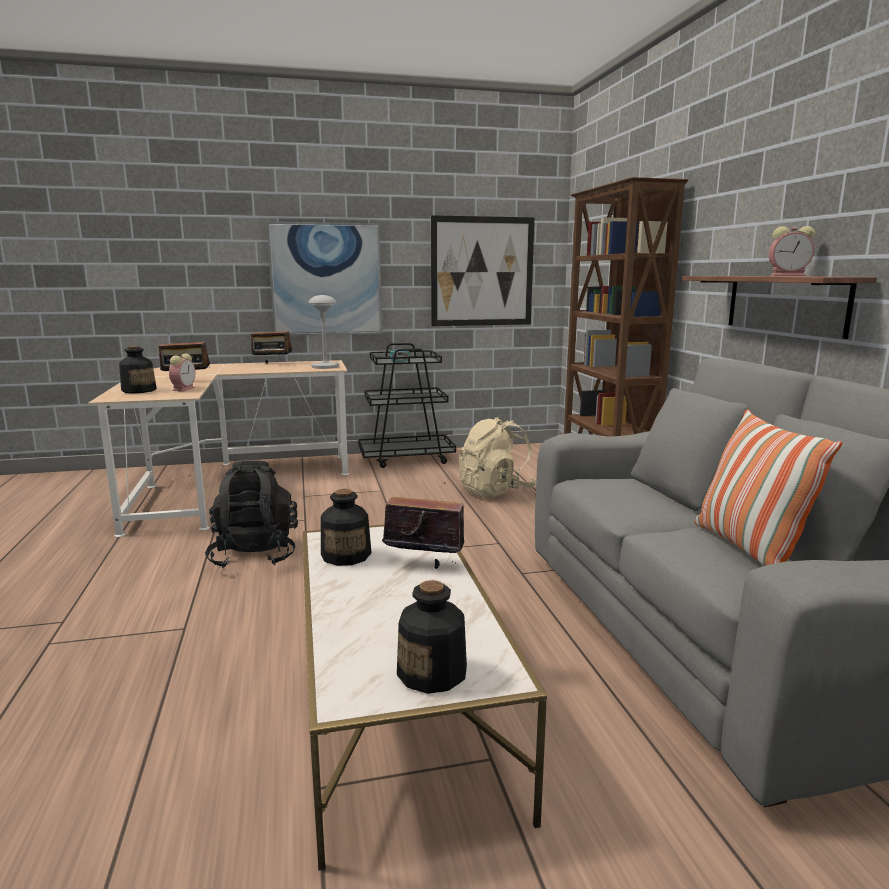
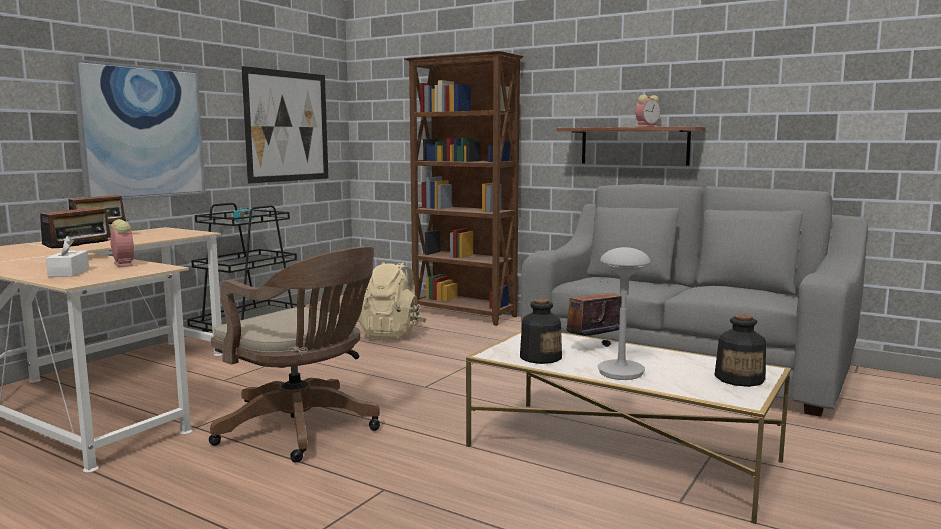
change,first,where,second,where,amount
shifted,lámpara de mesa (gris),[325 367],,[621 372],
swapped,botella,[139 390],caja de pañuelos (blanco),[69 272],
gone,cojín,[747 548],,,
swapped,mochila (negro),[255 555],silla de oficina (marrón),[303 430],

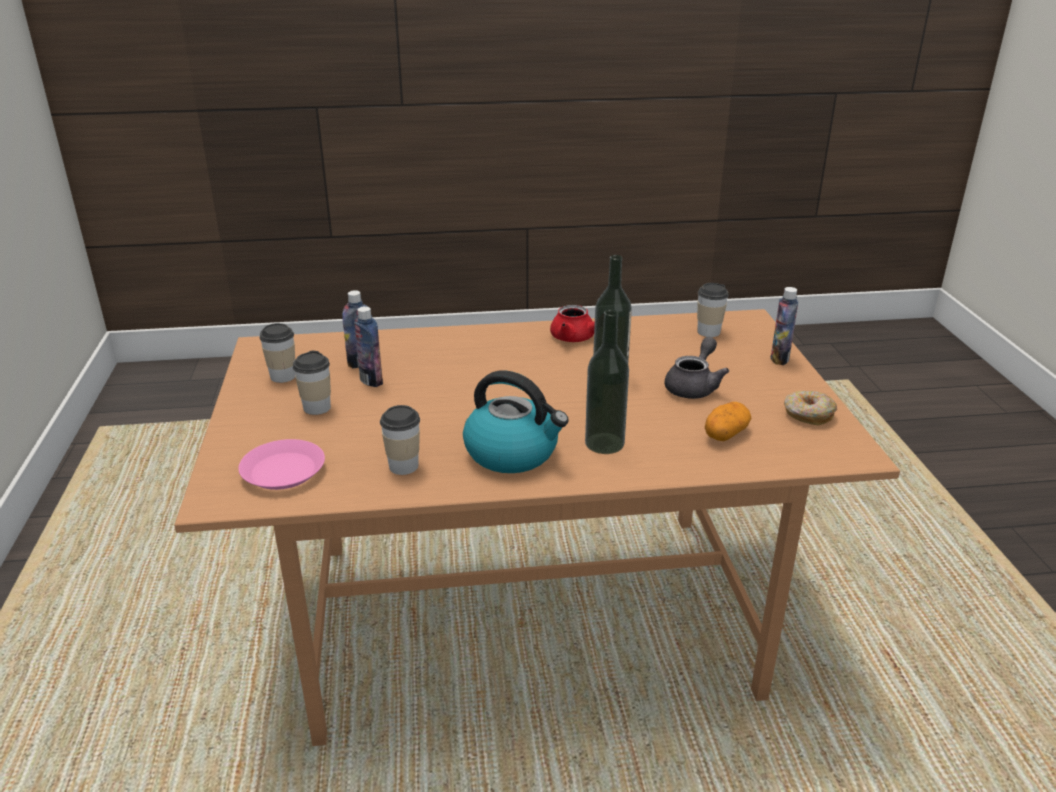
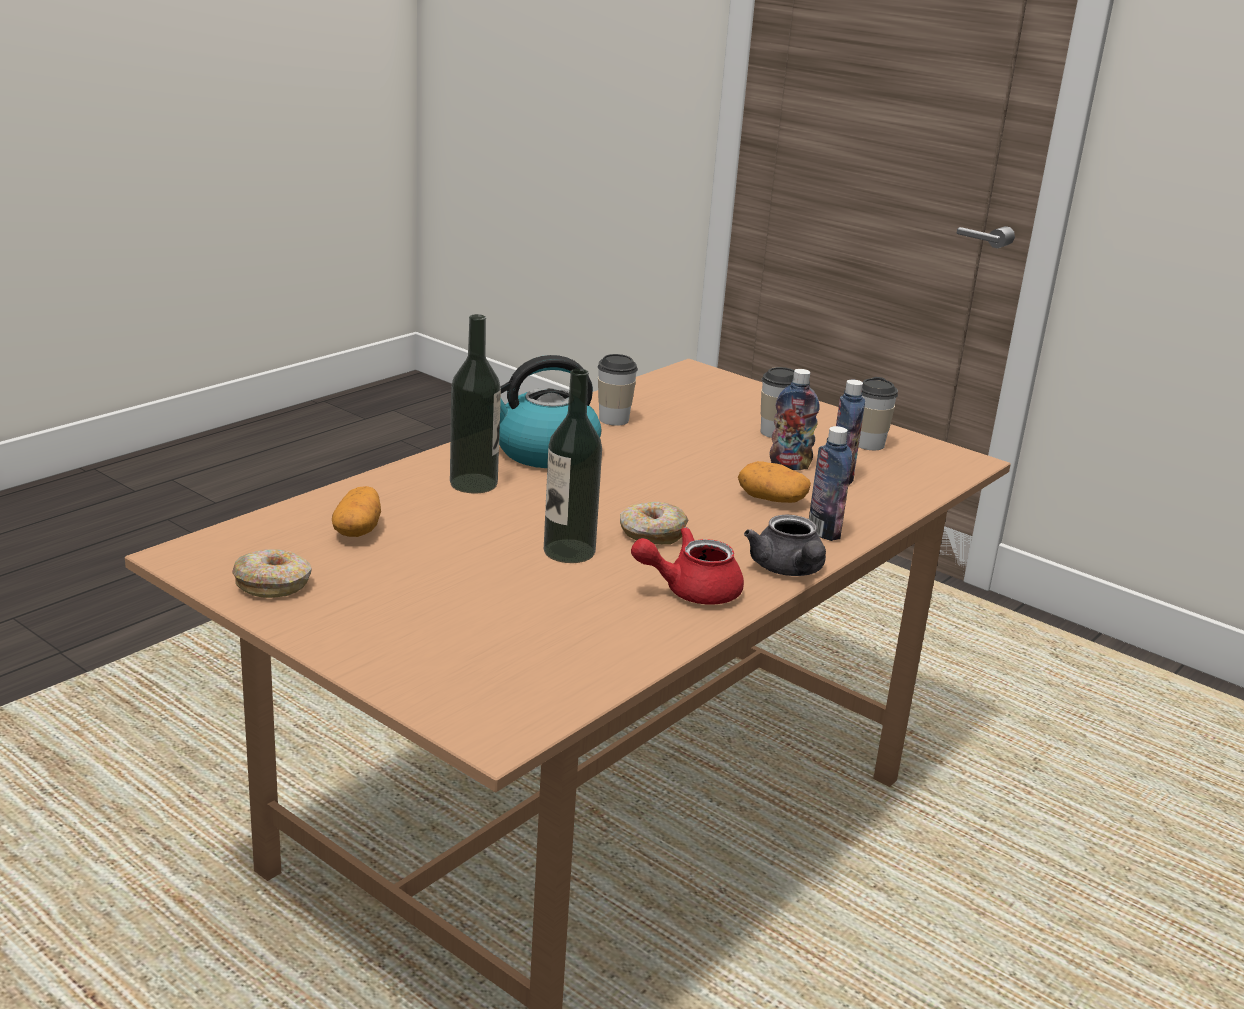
change,first,where,second,where,amount
gone,taza,[708 332],,,
shifted,botella,[779 359],,[823 532],
shifted,tetera (gris),[694 386],,[789 570],
gone,plato (rosa),[283 471],,,
new,,,patata,[771 500],
new,,,rosquilla,[652 534],

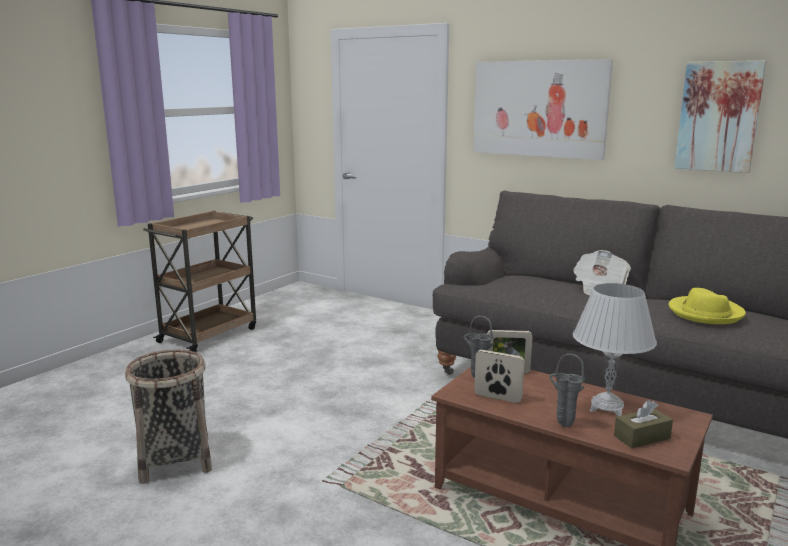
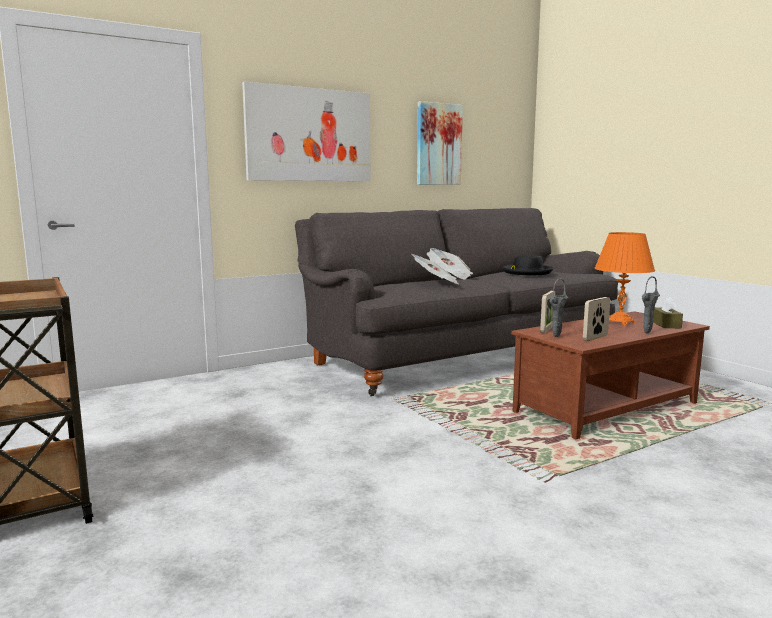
change,first,where,second,where,amount
repainted,lámpara de mesa (blanco),[607 407],lámpara de mesa (naranja),[620 322],
repainted,sombrero (amarillo),[705 313],sombrero (negro),[526 272],
gone,cesta,[175 460],,,
new,,,periódico,[436 283],

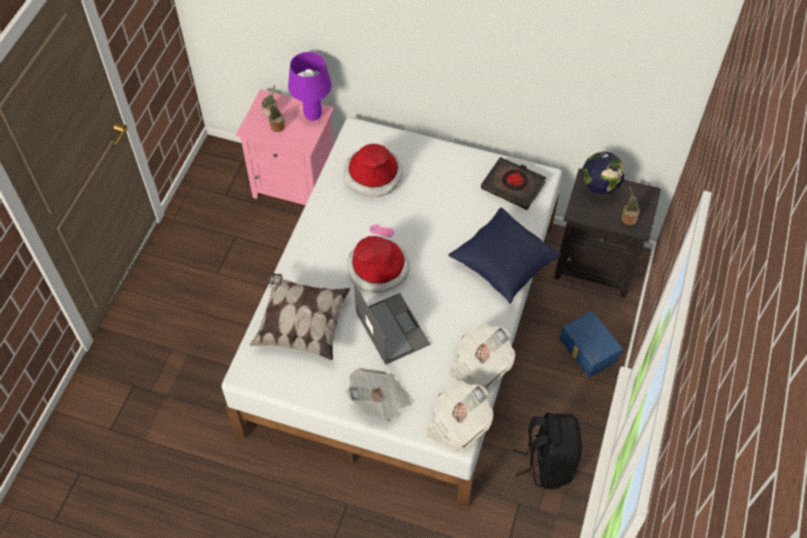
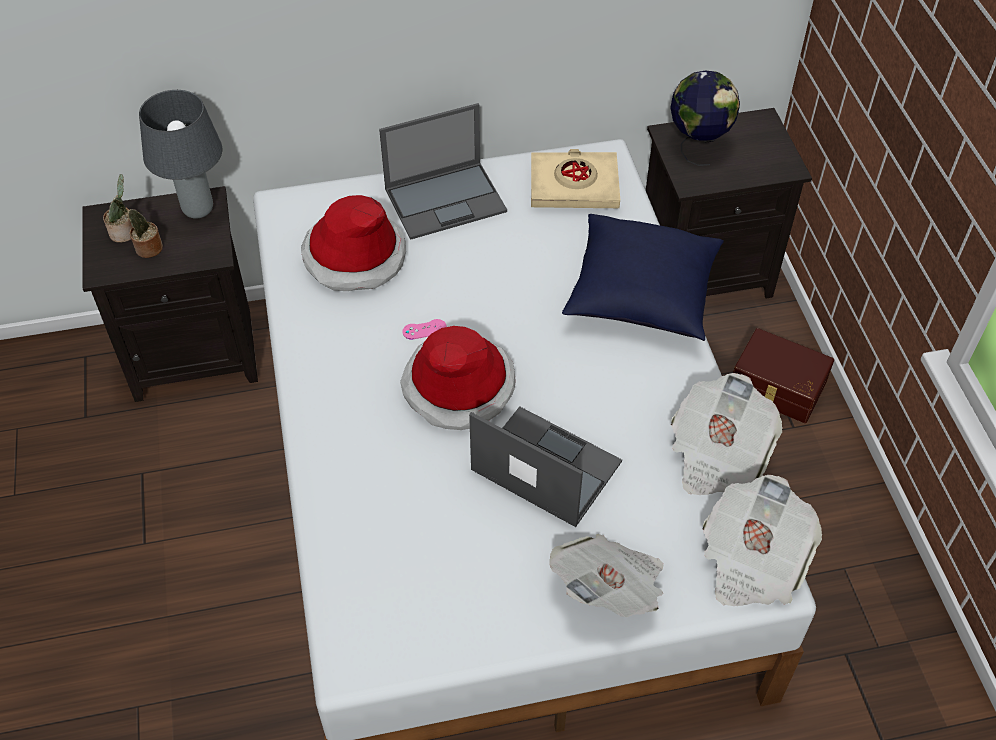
change,first,where,second,where,amount
repainted,lámpara de mesa (morado),[312 115],lámpara de mesa (gris),[197 210],
repainted,mesita de noche (rosa),[296 185],mesita de noche (negro),[196 353],
repainted,libro (negro),[513 186],libro (beis),[574 186],
gone,planta en maceta,[628 217],,,
gone,cojín,[302 325],,,
repainted,caja de almacenaje (azul),[587 350],caja de almacenaje (marrón),[776 388],
gone,mochila (negro),[547 462],,,
new,,,portátil,[446 200],

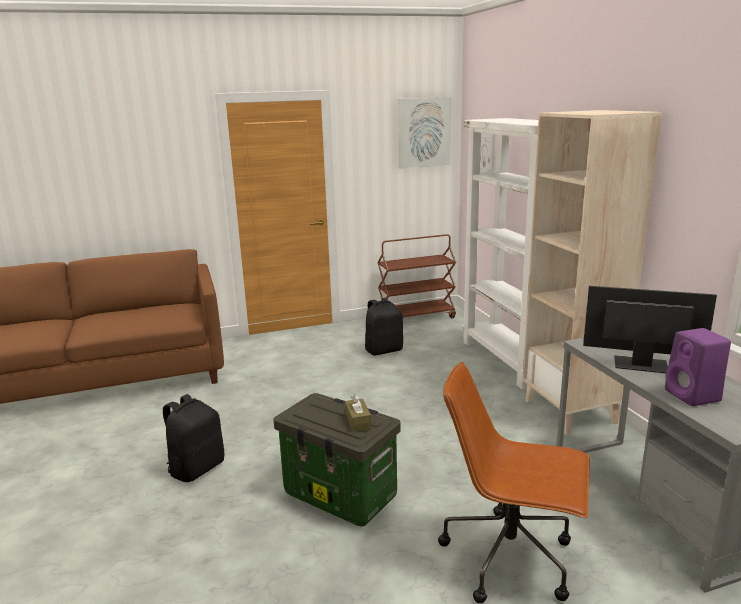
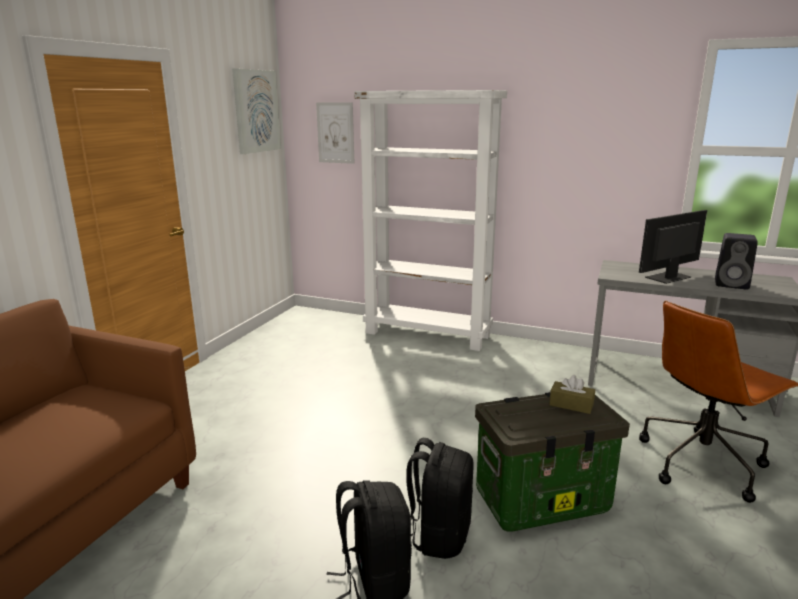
change,first,where,second,where,amount
gone,estantería (beis),[570 411],,,
gone,carrito (marrón),[416 317],,,
shifted,mochila (negro),[384 350],,[439 535],
repainted,altavoz (morado),[694 396],altavoz (negro),[732 284],

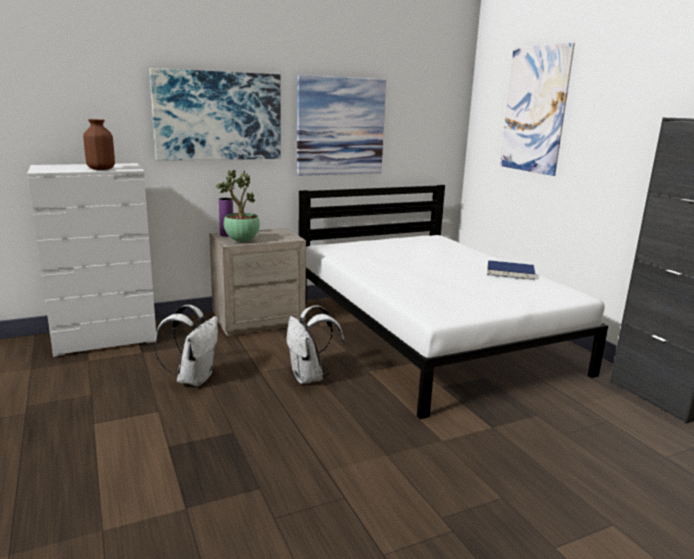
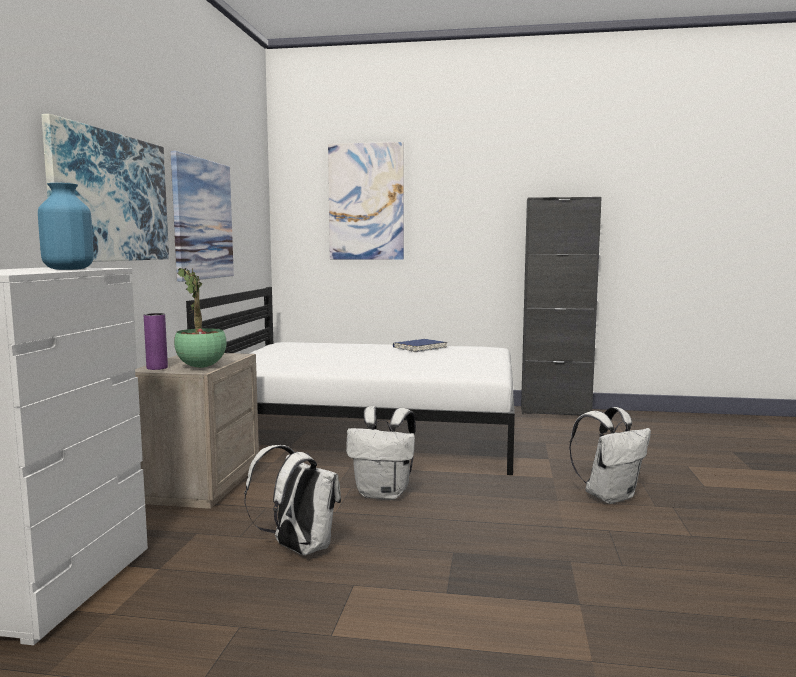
change,first,where,second,where,amount
repainted,florero (marrón),[100 169],florero (azul),[68 269],
new,,,mochila (blanco),[609 496],

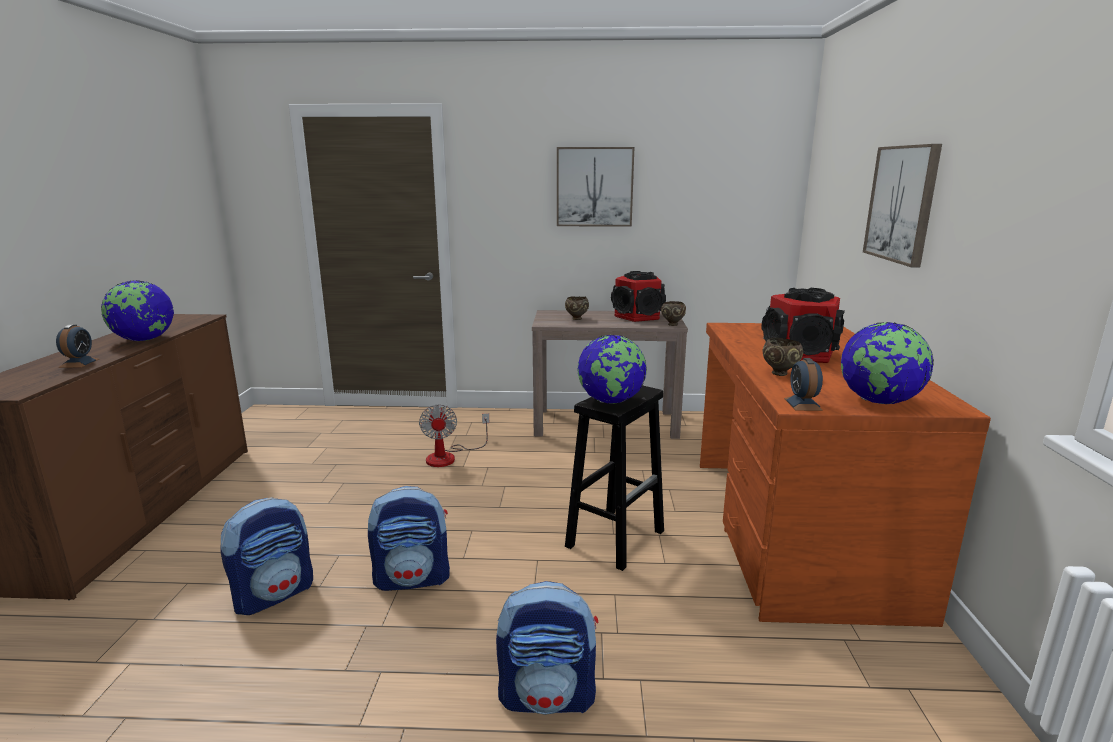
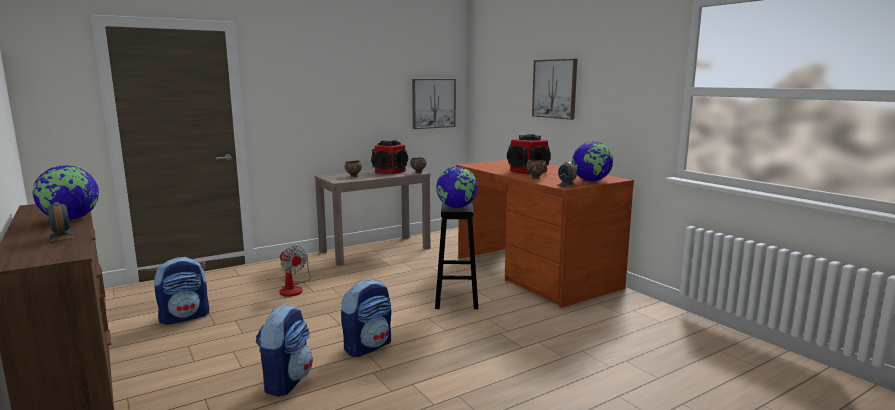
change,first,where,second,where,amount
shifted,cuadro,[594 187],,[433 103],
shifted,mochila,[548 696],,[185 317],

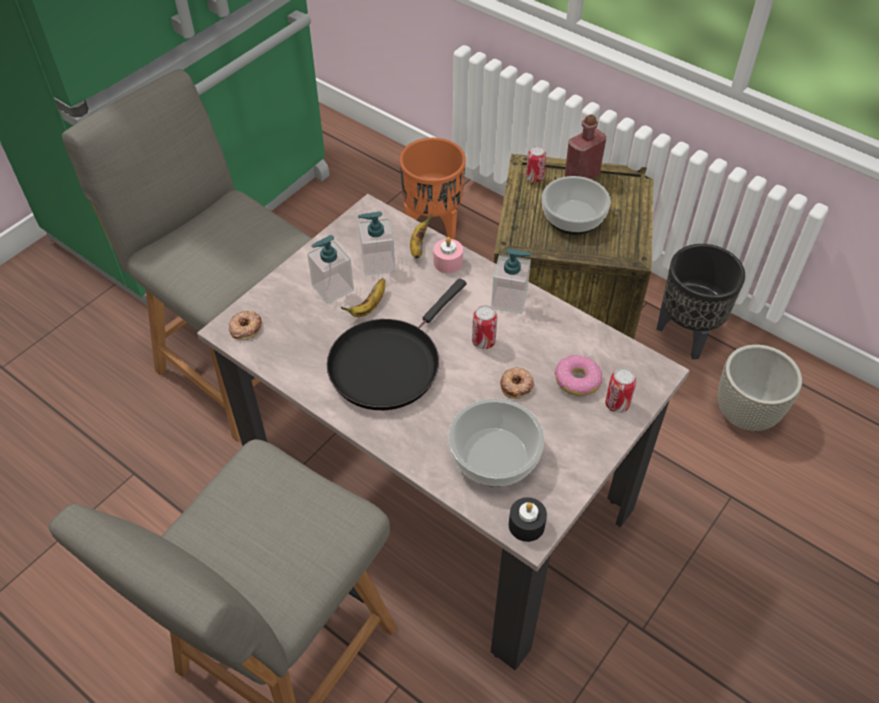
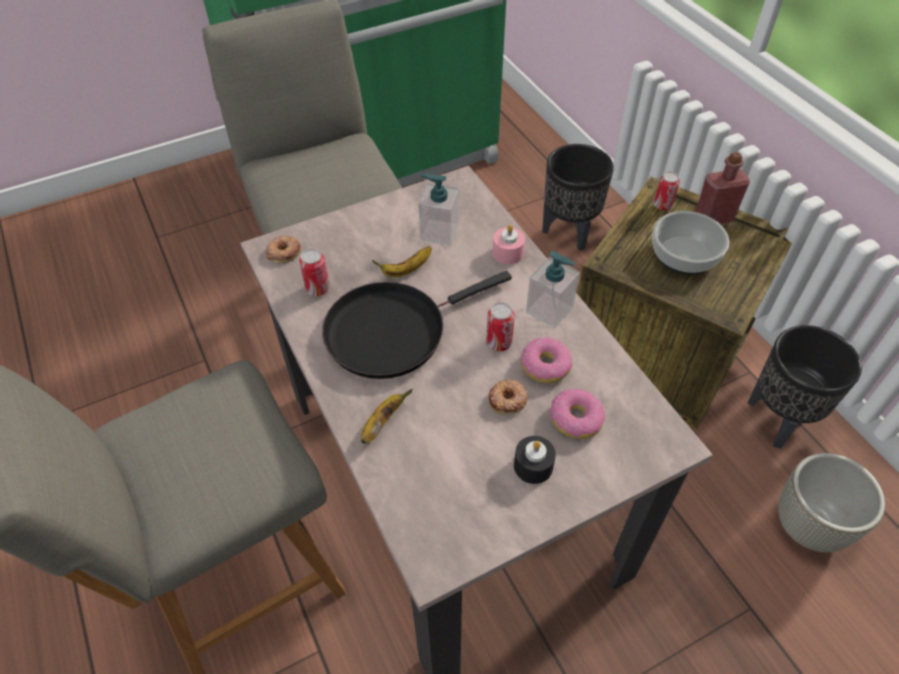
change,first,where,second,where,amount
repainted,maceta (naranja),[433 226],maceta (negro),[569 232],
shifted,plátano,[418 246],,[382 423],
gone,dispensador de jabón,[332 288],,,
shifted,lata,[617 404],,[318 289],
gone,cuenco,[493 455],,,
shifted,vela (negro),[526 525],,[533 466],
new,,,rosquilla,[545 366],

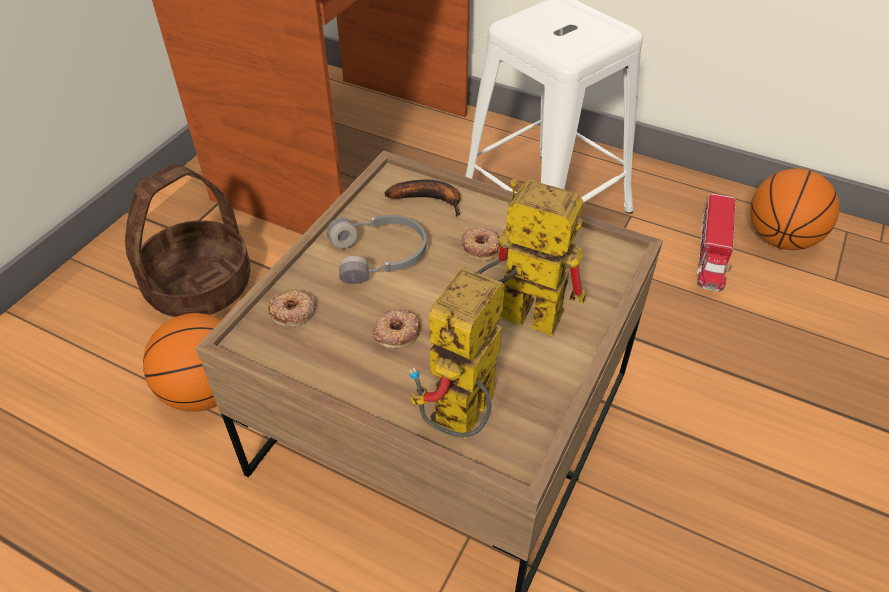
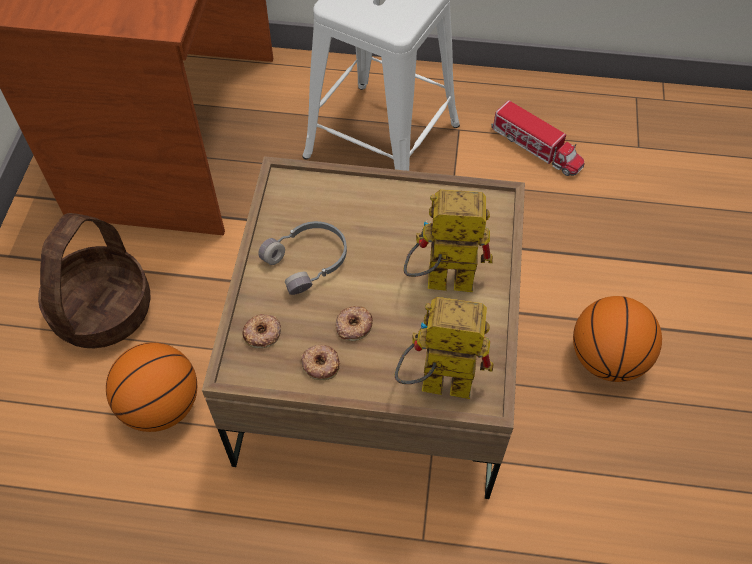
change,first,where,second,where,amount
shifted,balón de baloncesto,[780 239],,[607 358],
gone,plátano,[430 199],,,
rotated,camión de juguete,[712 253],,[536 148],45 degrees counterclockwise
shifted,rosquilla,[481 247],,[321 364],
rotated,robot de juguete,[461 423],,[434 384],90 degrees clockwise

